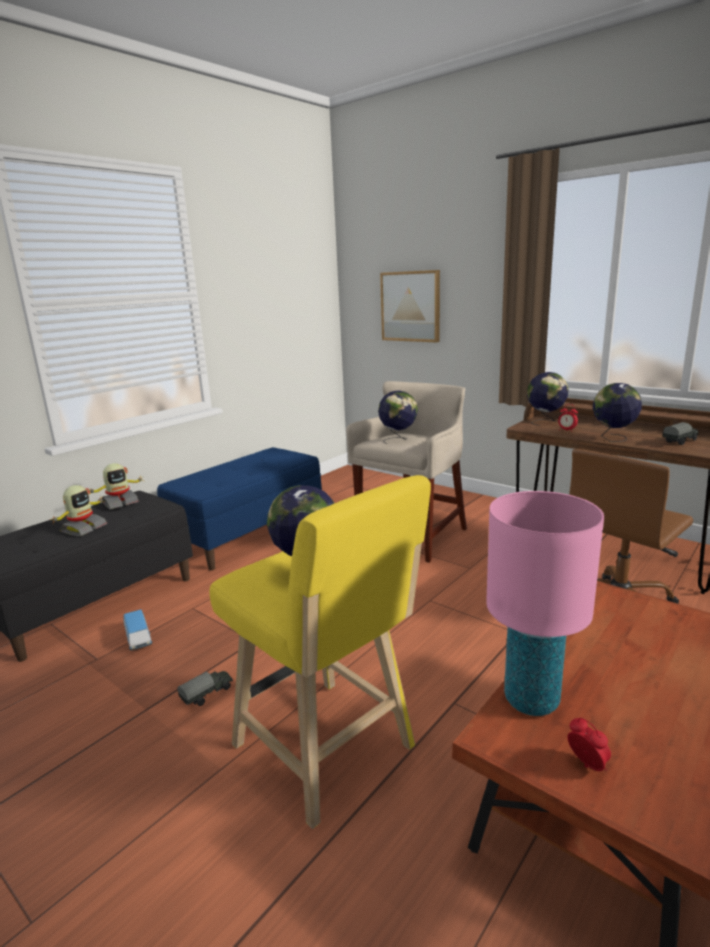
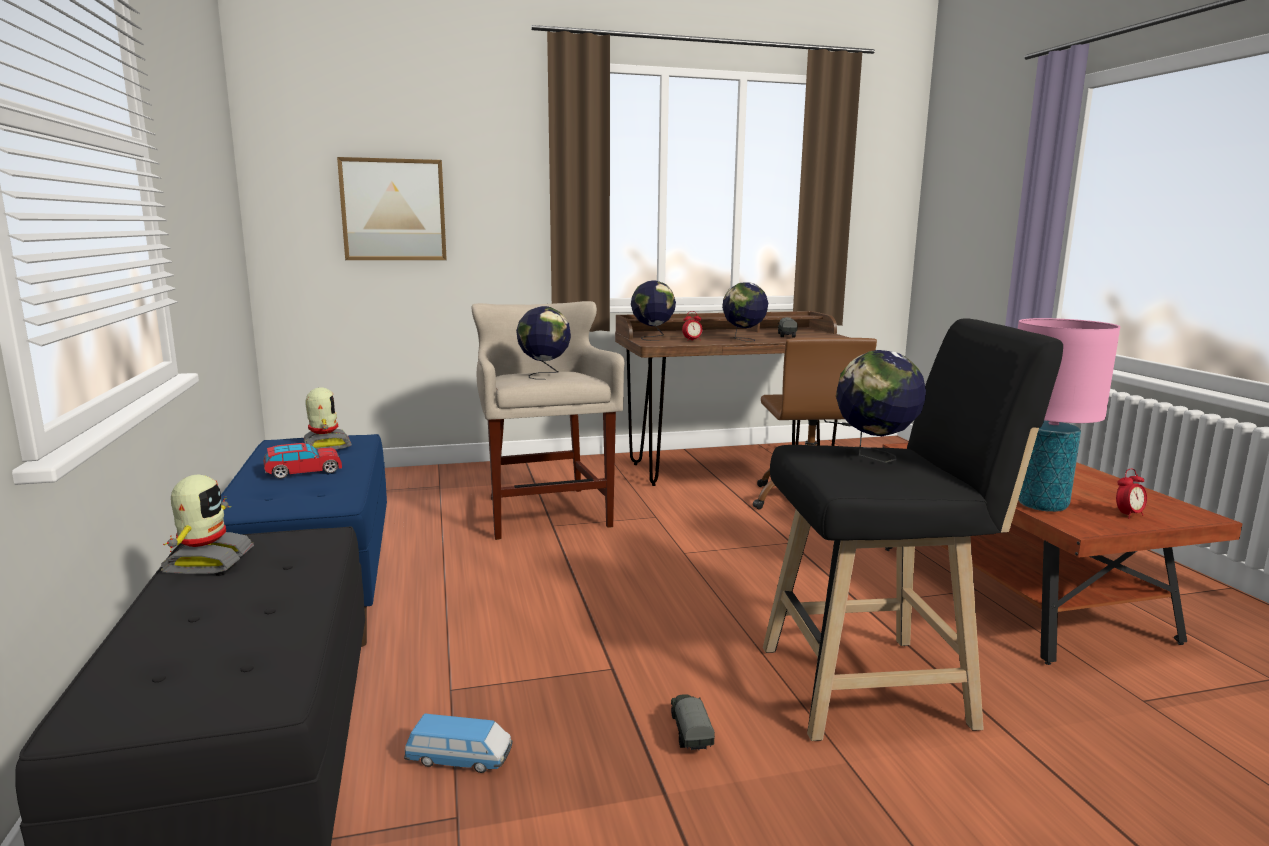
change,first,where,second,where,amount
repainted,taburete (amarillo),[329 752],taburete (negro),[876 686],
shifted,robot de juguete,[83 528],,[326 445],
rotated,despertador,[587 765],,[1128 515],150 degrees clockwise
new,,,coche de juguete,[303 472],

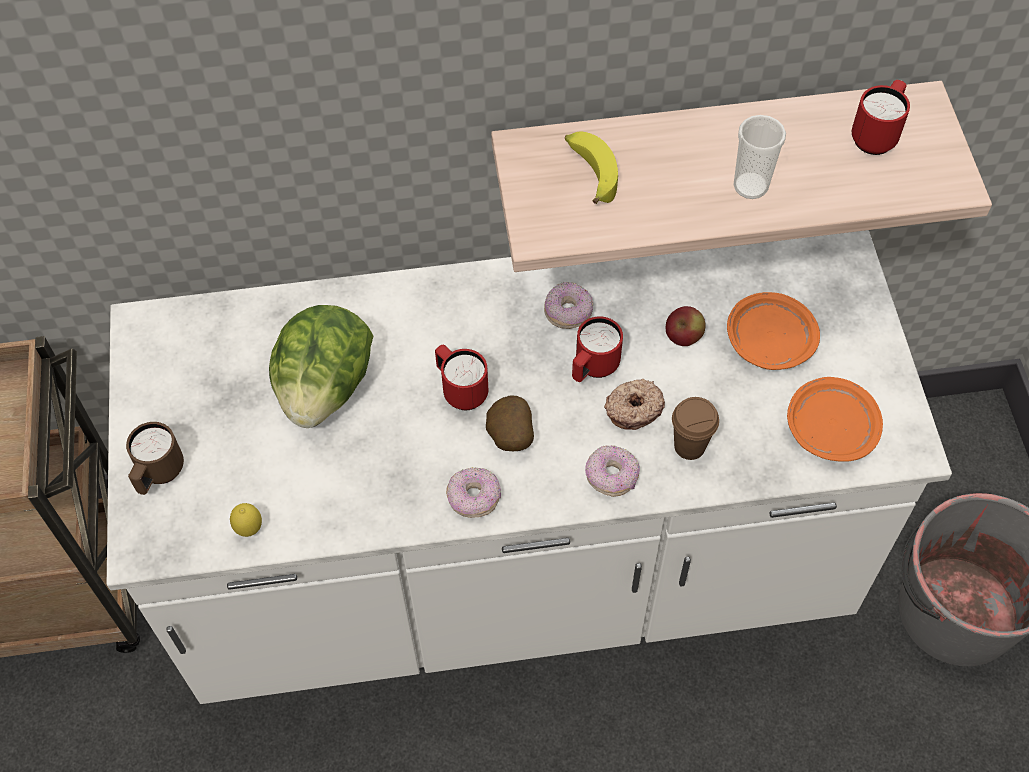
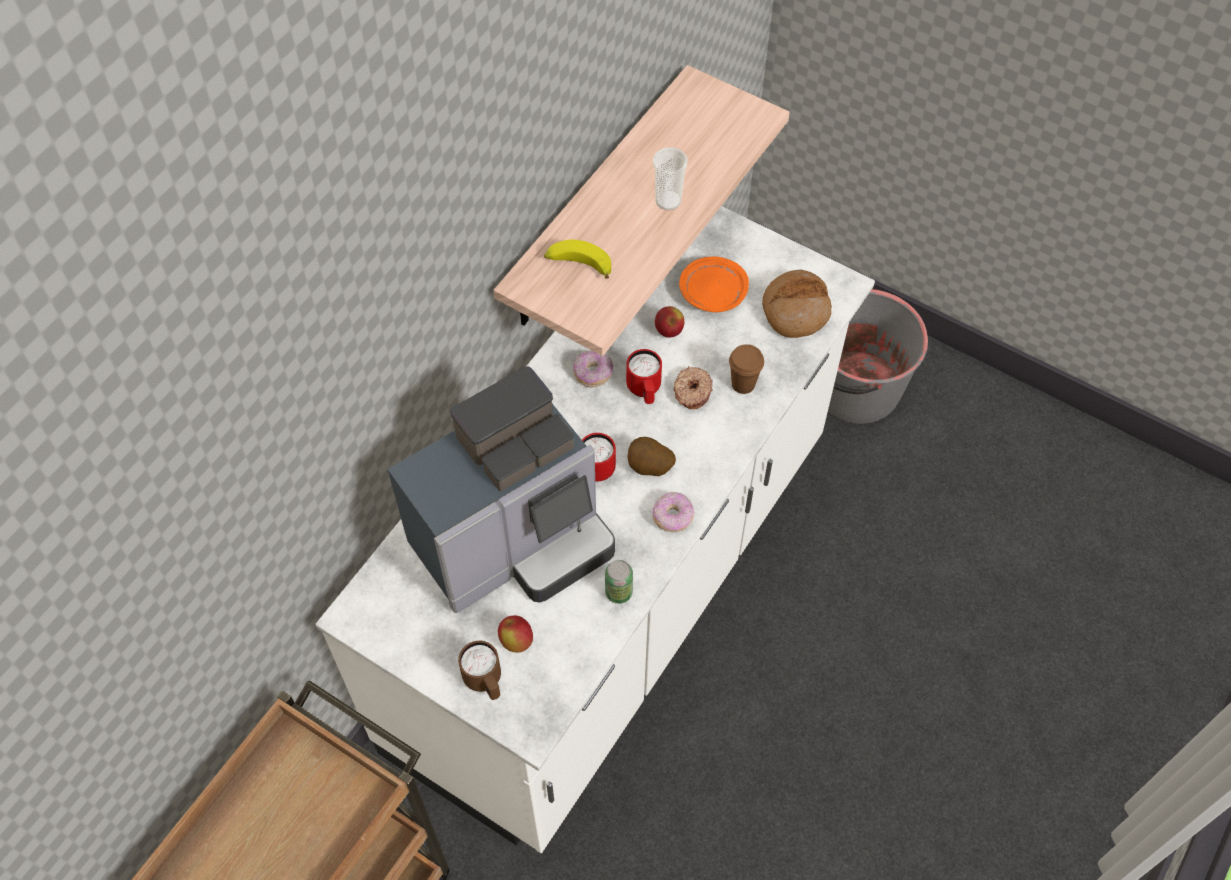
change,first,where,second,where,amount
gone,taza grande (rojo),[876 135],,,
swapped,lechuga,[325 388],cafetera,[515 541],
swapped,plato (naranja),[830 427],pan,[795 310],
gone,rosquilla,[611 476],,,
gone,limón,[249 529],,,
new,,,lata,[618 592],
new,,,manzana,[516 641],

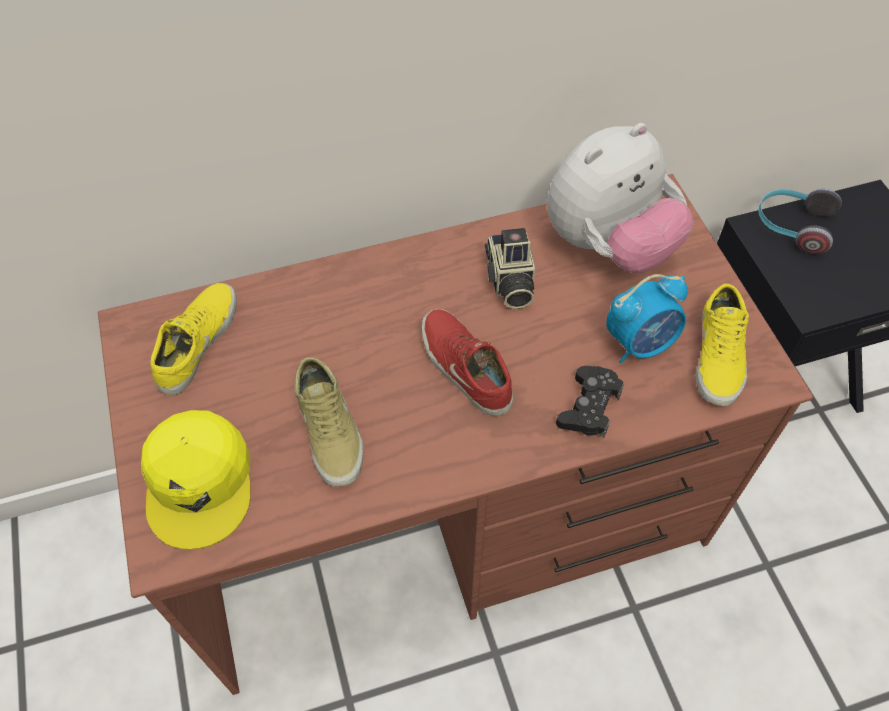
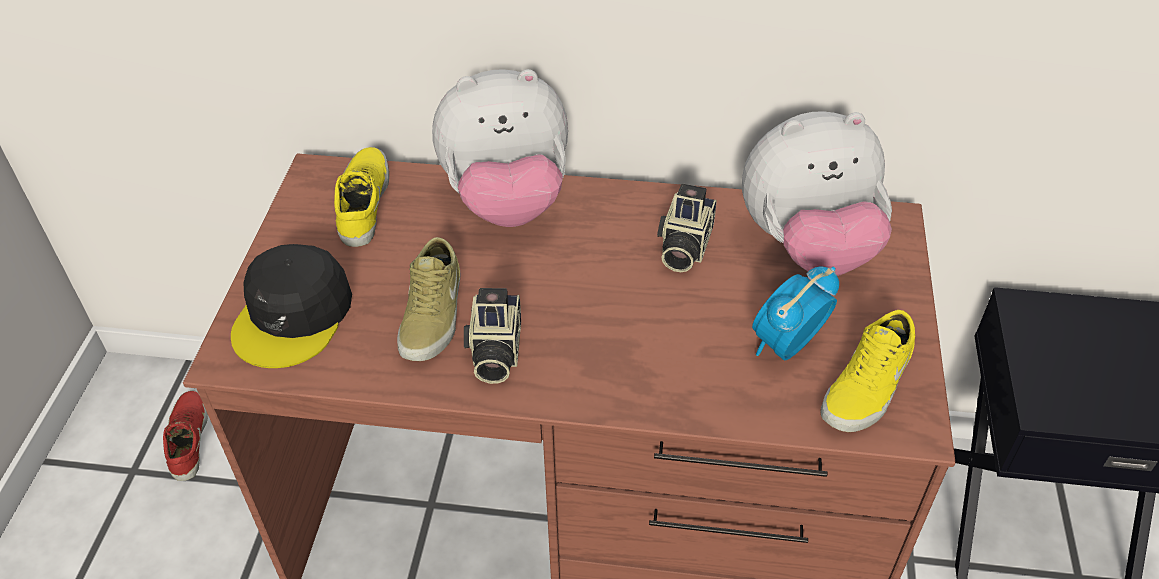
change,first,where,second,where,amount
gone,auriculares,[792 226],,,
rotated,despertador,[640 343],,[786 345],135 degrees clockwise
rotated,zapato (amarillo),[196 341],,[361 203],45 degrees counterclockwise
shifted,zapato (rojo),[463 368],,[187 439],
gone,mando de consola (negro),[589 407],,,
repainted,gorra (amarillo),[200 482],gorra (negro),[294 315],
new,,,peluche,[507 201],
new,,,cámara,[494 352],

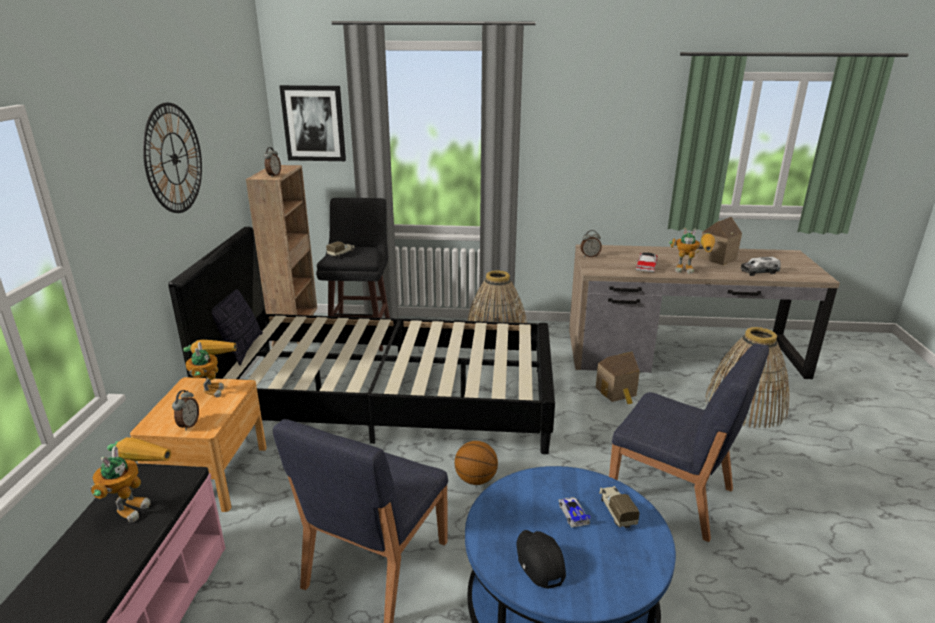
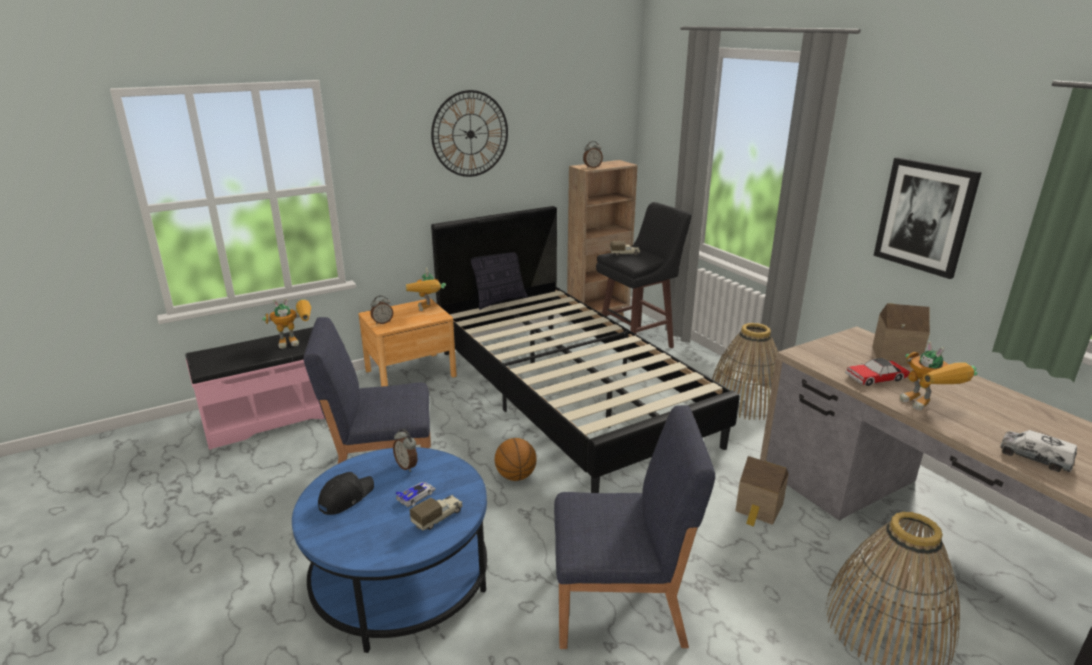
change,first,where,second,where,amount
shifted,cuadro,[314 123],,[925 216],
shifted,casita,[715 258],,[894 356],
shifted,despertador,[589 256],,[407 466],
rotated,robot de juguete,[212 387],,[428 310],120 degrees clockwise
rotated,silla (azul),[672 495],,[620 605],90 degrees counterclockwise

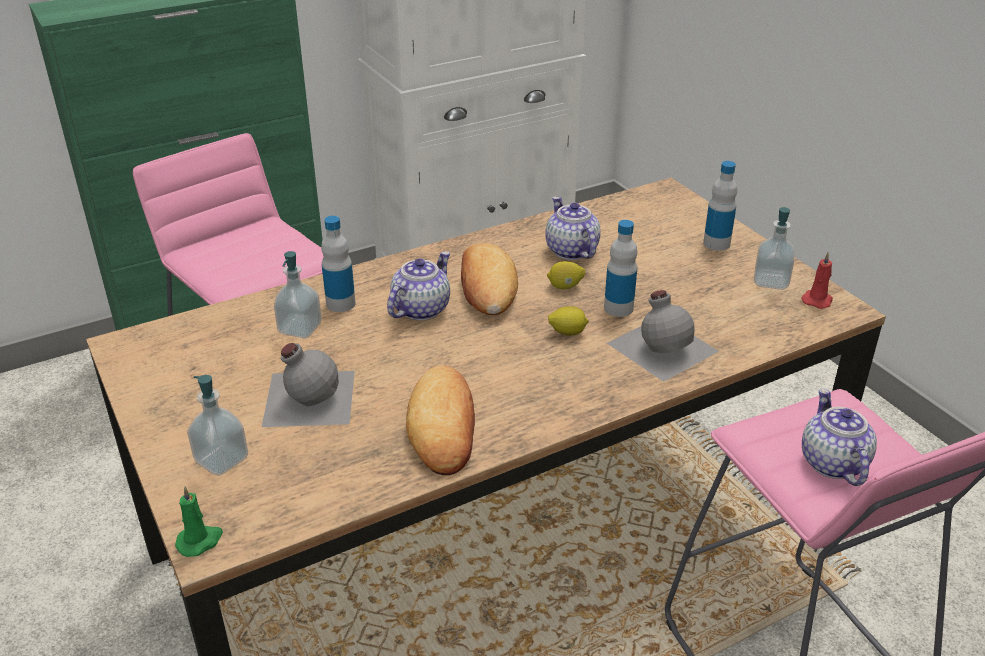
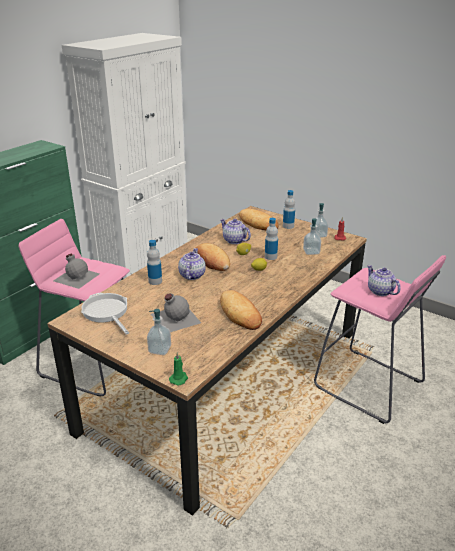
change,first,where,second,where,amount
shifted,dispensador de jabón,[300 328],,[311 252],
shifted,botella (gris),[662 346],,[76 276],
new,,,pan,[258 223],
new,,,sartén,[106 312],

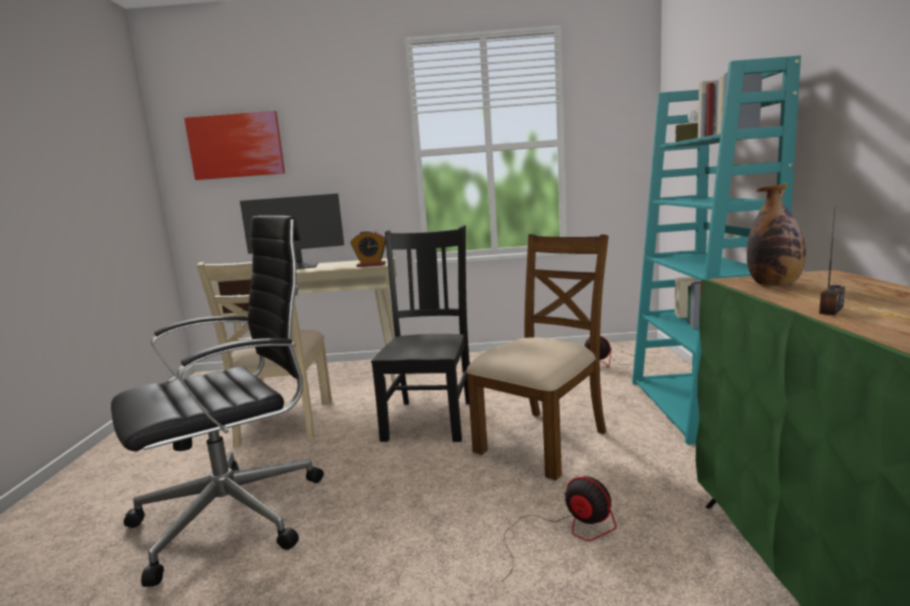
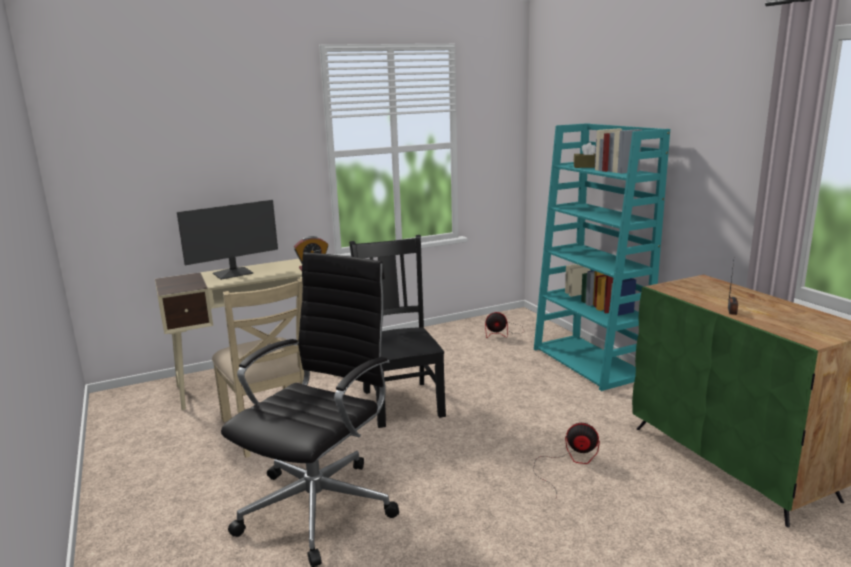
change,first,where,second,where,amount
gone,cuadro,[236 146],,,
gone,botella,[774 285],,,
gone,silla (marrón),[543 441],,,

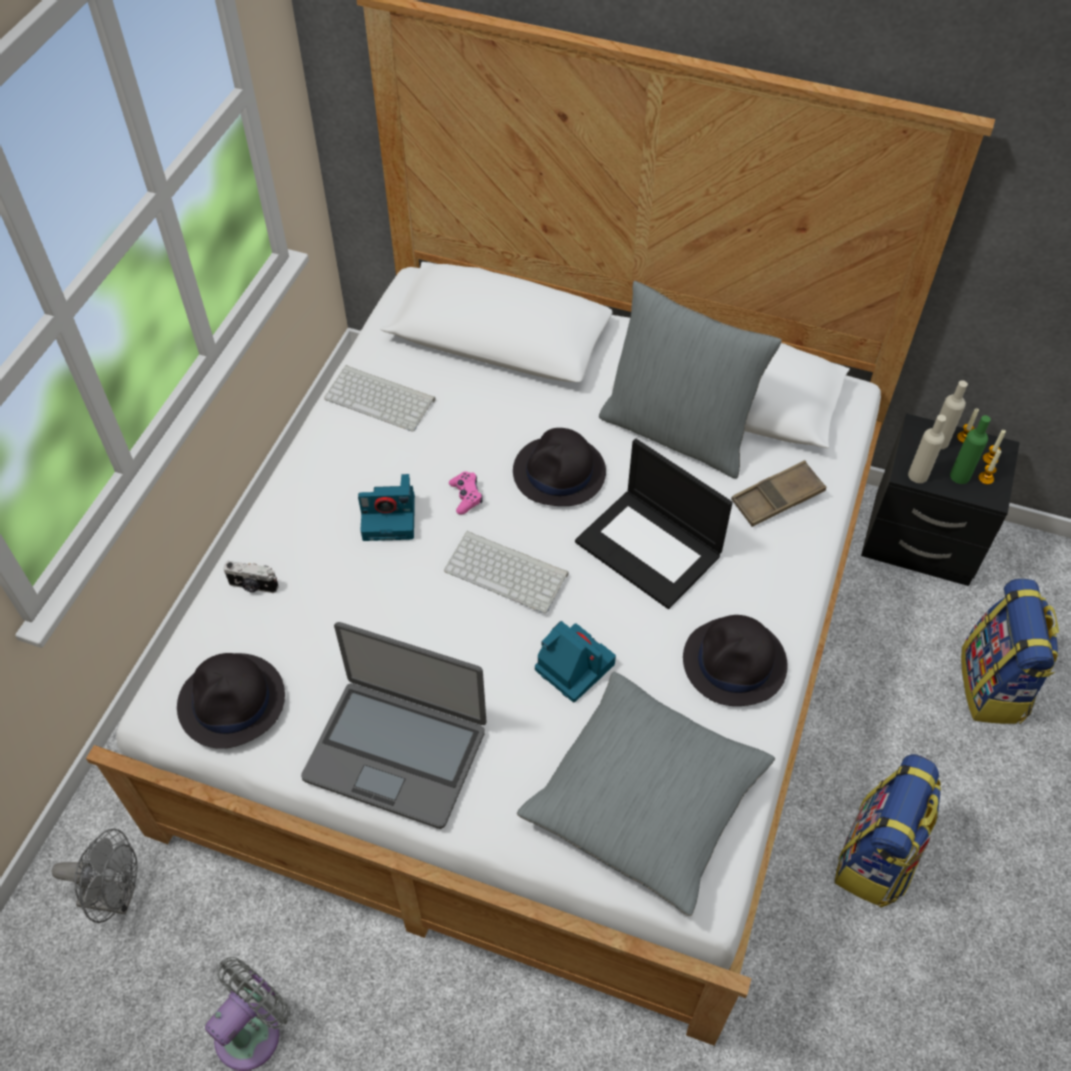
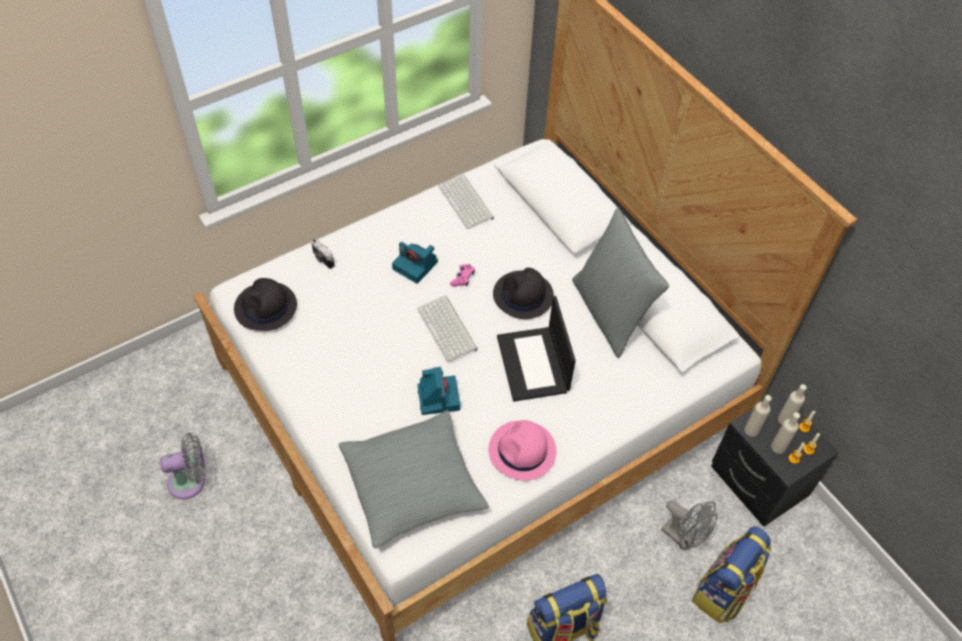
change,first,where,second,where,amount
repainted,botella (verde),[960 476],botella (beis),[778 447],
gone,bandeja (marrón),[777 498],,,
repainted,sombrero (negro),[735 663],sombrero (rosa),[522 451],
gone,portátil,[396 752],,,
shifted,ventilador (gris),[116 897],,[683 538],

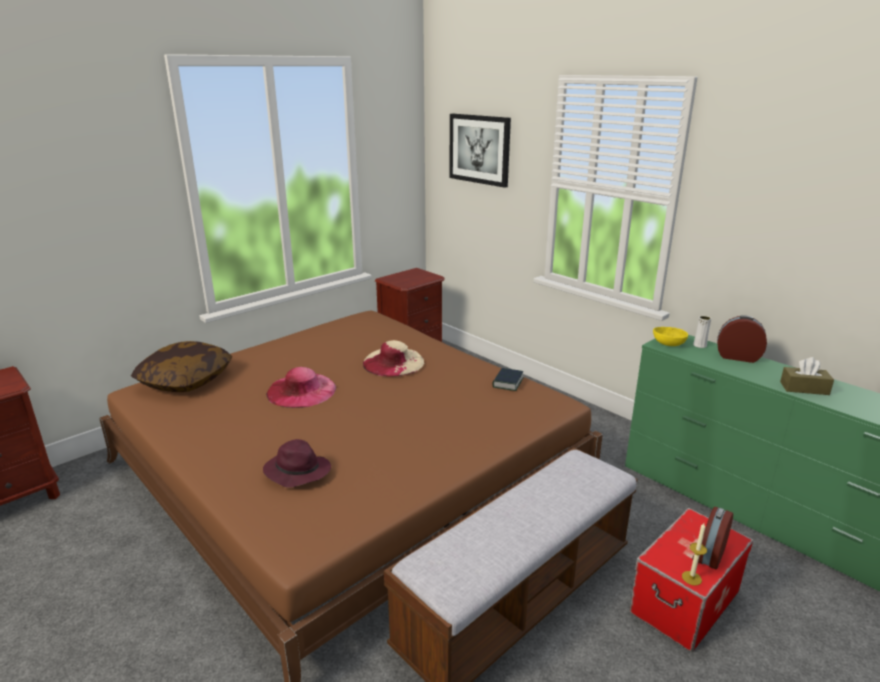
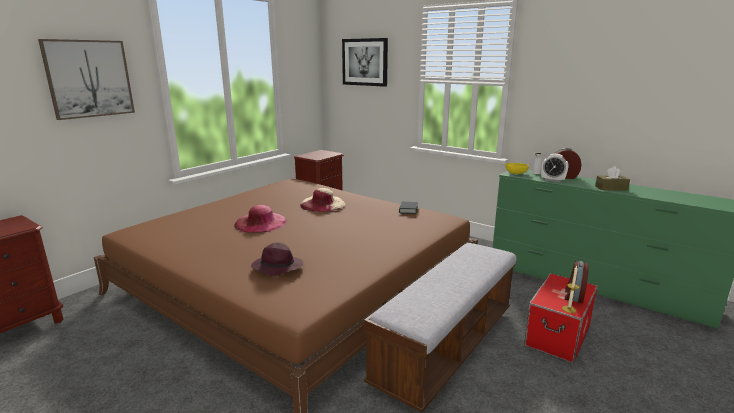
change,first,where,second,where,amount
gone,cojín,[186 380],,,
new,,,cuadro,[89 78],
new,,,despertador,[552 180],

